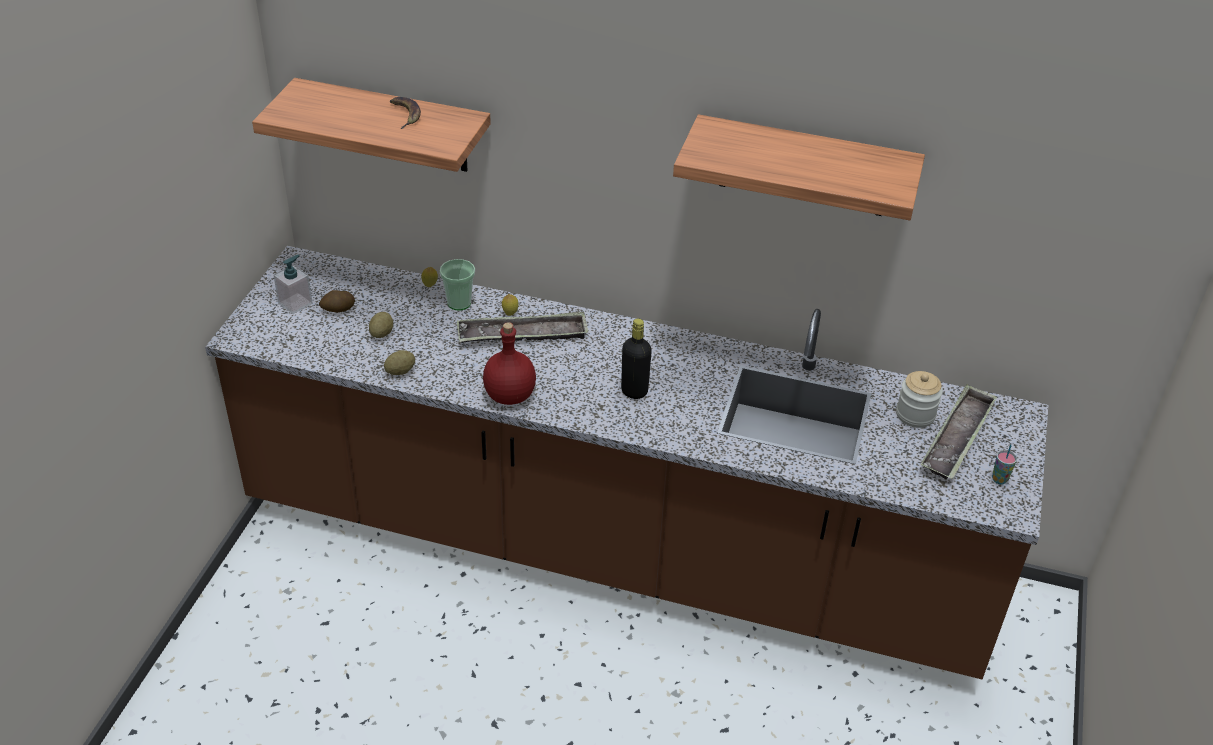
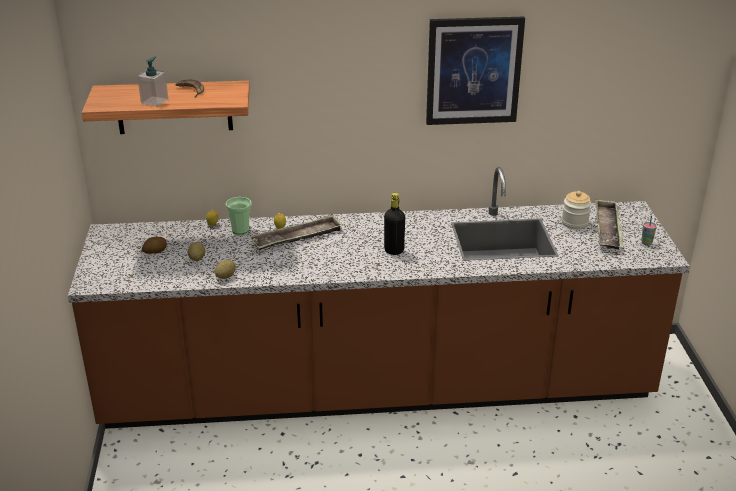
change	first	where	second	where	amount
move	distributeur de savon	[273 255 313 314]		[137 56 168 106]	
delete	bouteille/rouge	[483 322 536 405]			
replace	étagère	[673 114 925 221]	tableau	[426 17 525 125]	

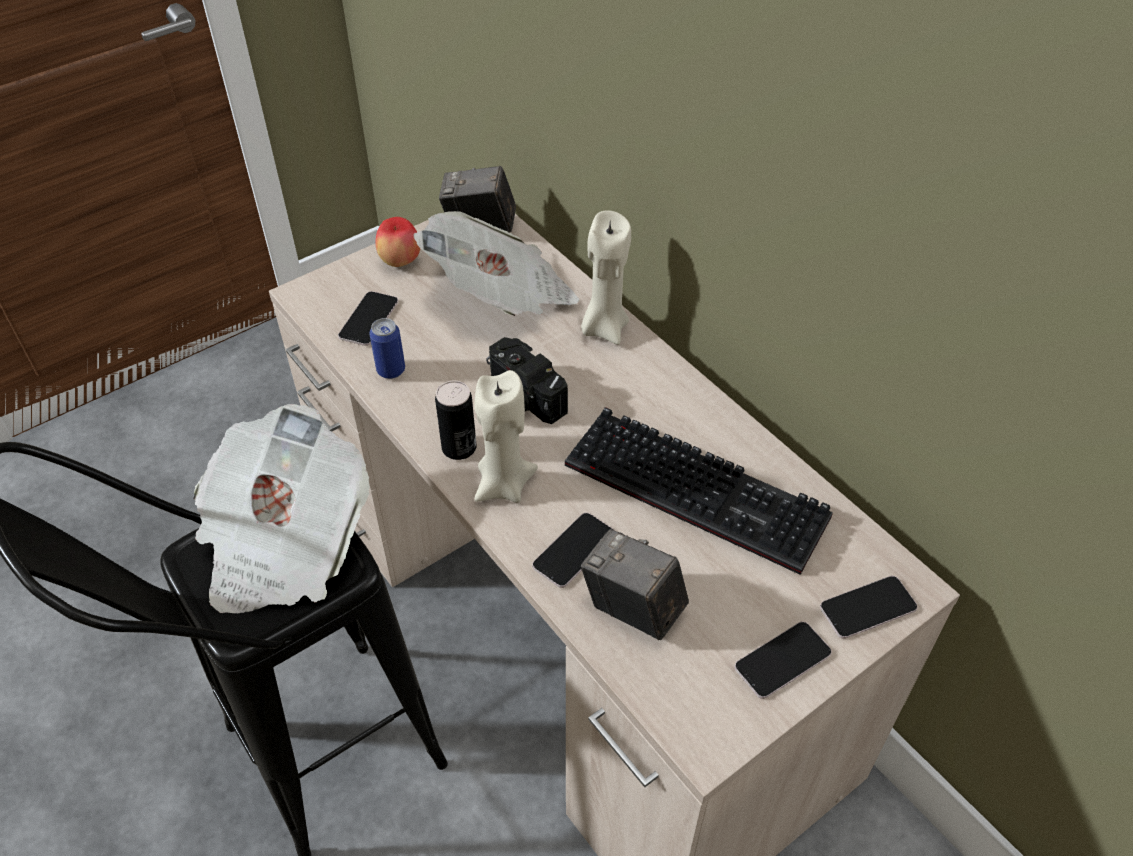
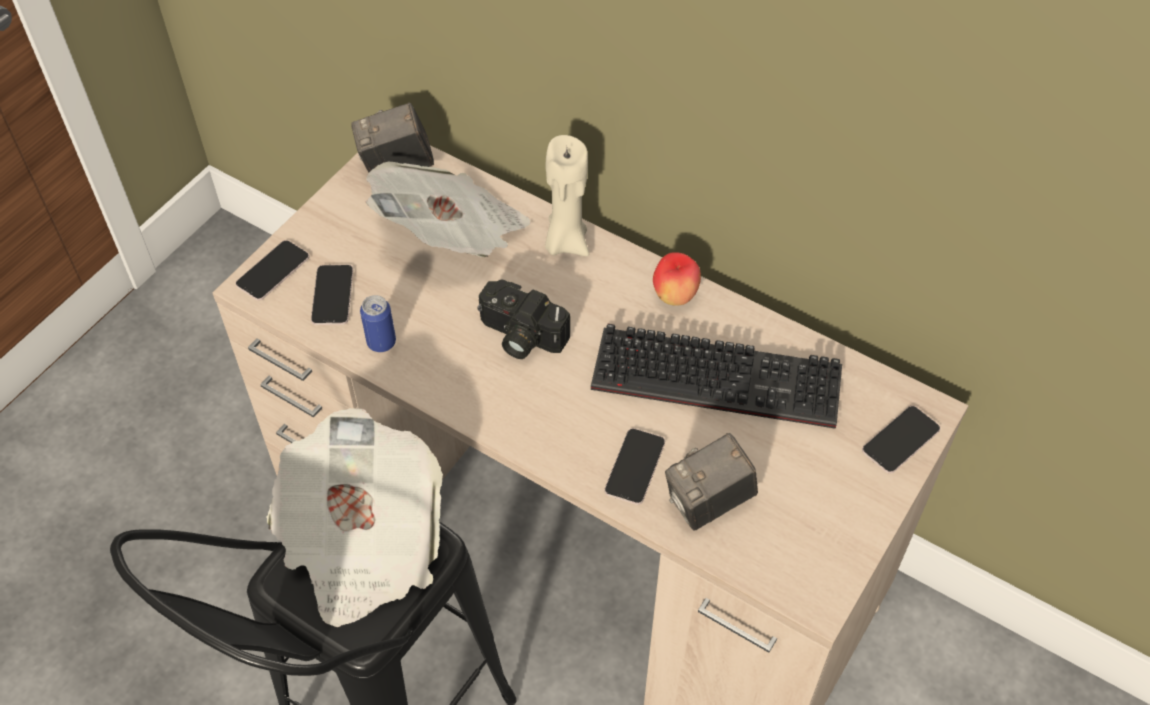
change	first	where	second	where	amount
move	pomme	[376 217 420 267]		[653 252 701 306]	
delete	boîte métallique	[435 381 477 460]			
delete	bougie/beige	[474 370 538 503]			
rotate	appareil photo	[581 529 689 640]		[665 433 758 531]	45 degrees counterclockwise
move	téléphone	[735 621 832 699]		[236 240 309 301]	

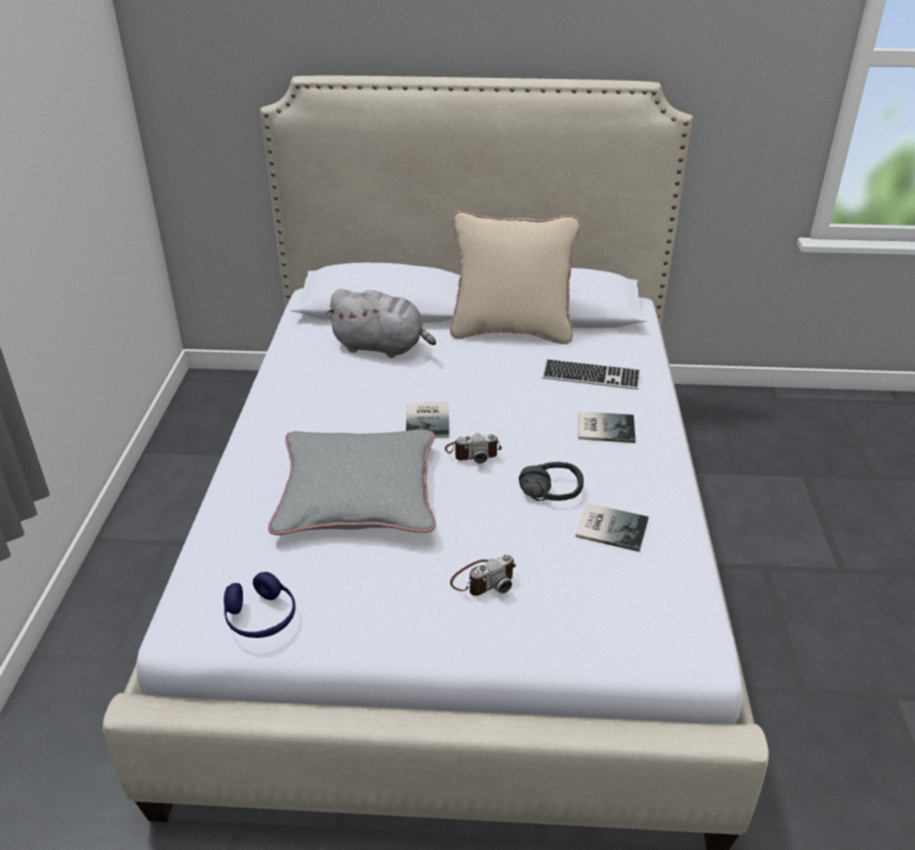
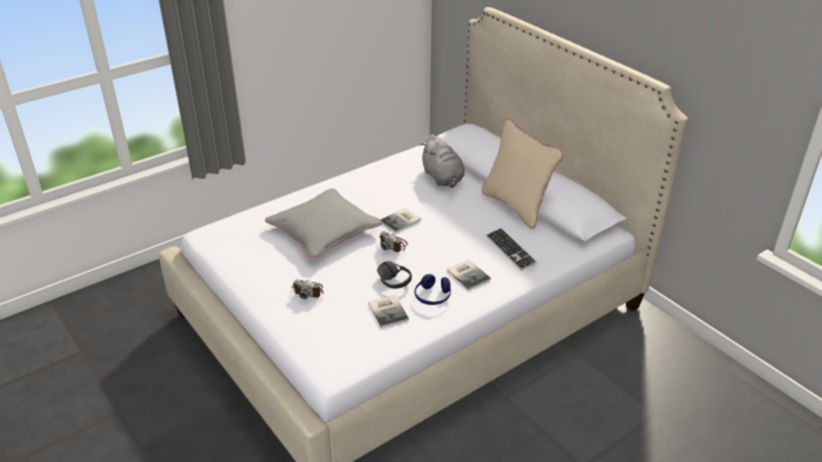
change	first	where	second	where	amount
move	casque audio/bleu	[224 572 295 638]		[415 274 451 305]	

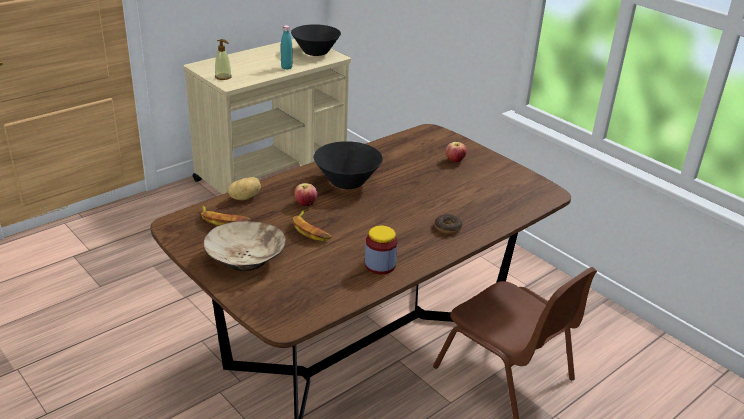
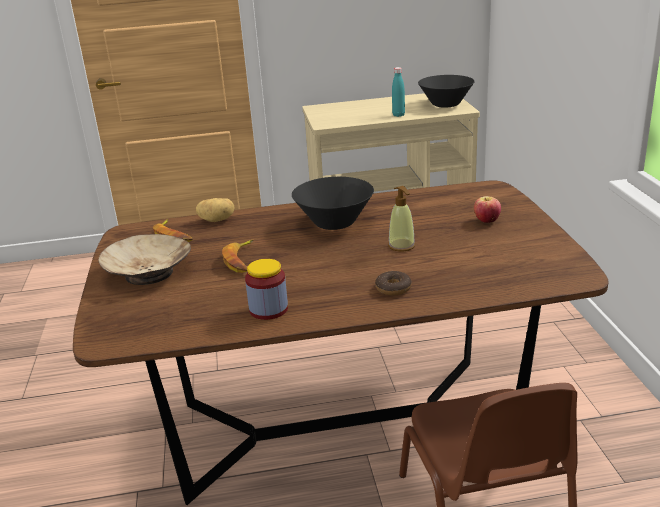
change	first	where	second	where	amount
move	distributeur de savon	[215 39 232 80]		[388 186 415 252]	
delete	pomme	[294 183 317 206]			

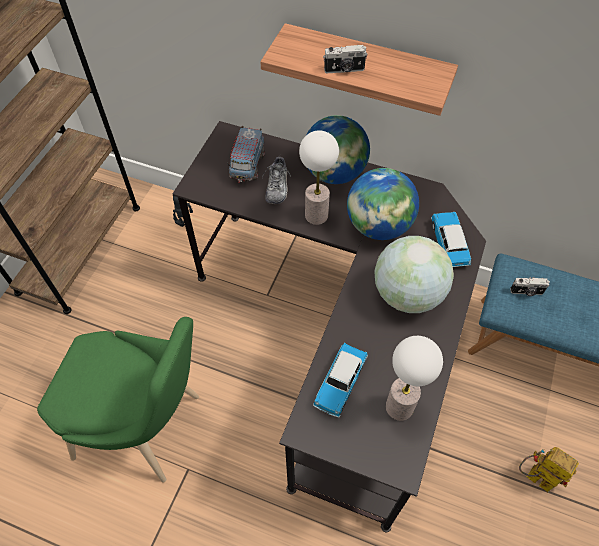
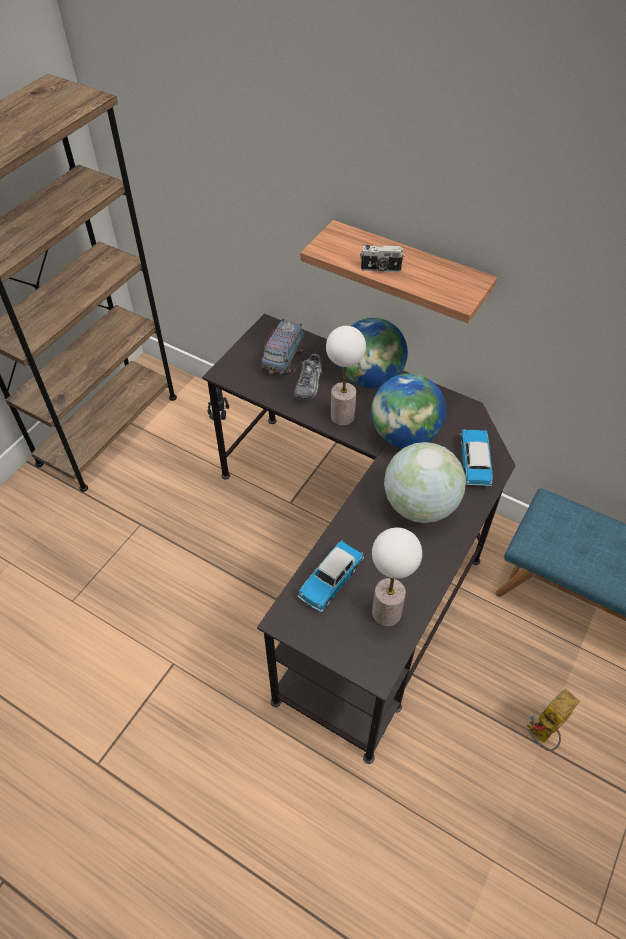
change	first	where	second	where	amount
delete	chaise/vert	[37 317 199 482]			
delete	appareil photo	[510 277 550 296]			
rotate	robot jouet	[519 447 579 492]		[527 688 580 751]	90 degrees counterclockwise

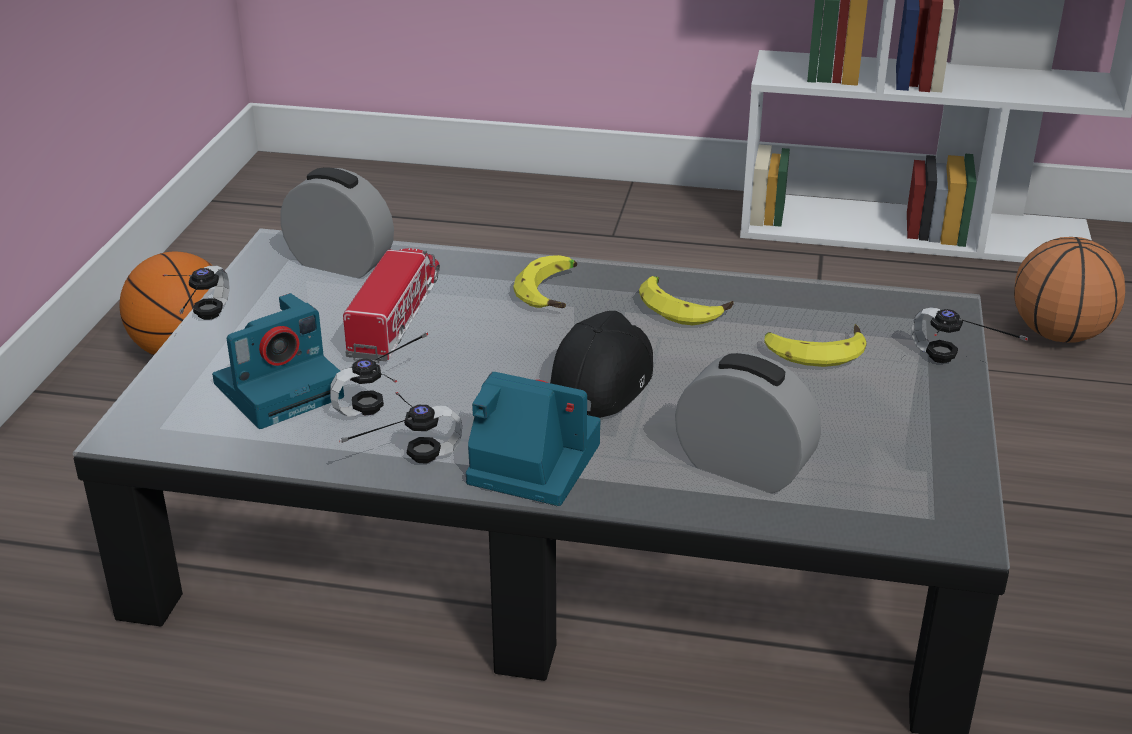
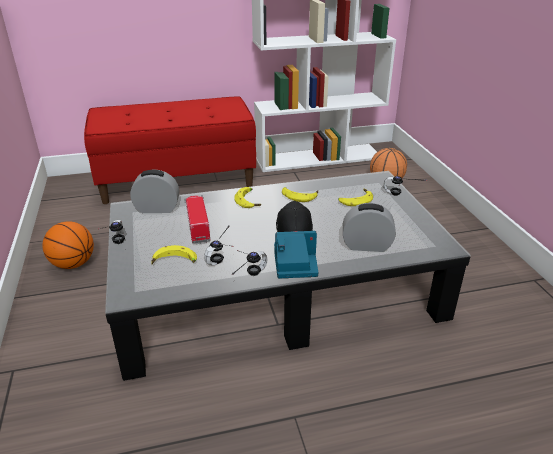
change	first	where	second	where	amount
replace	appareil photo	[212 293 344 429]	banane	[151 245 197 265]	
insert			banc/rouge	[84 96 256 204]	

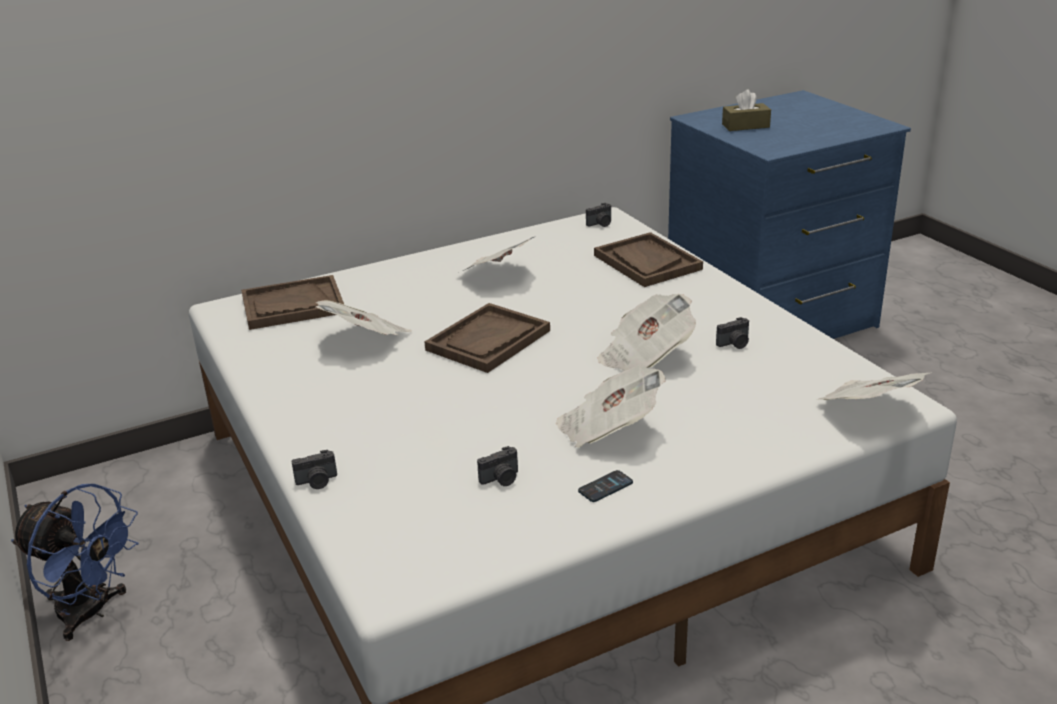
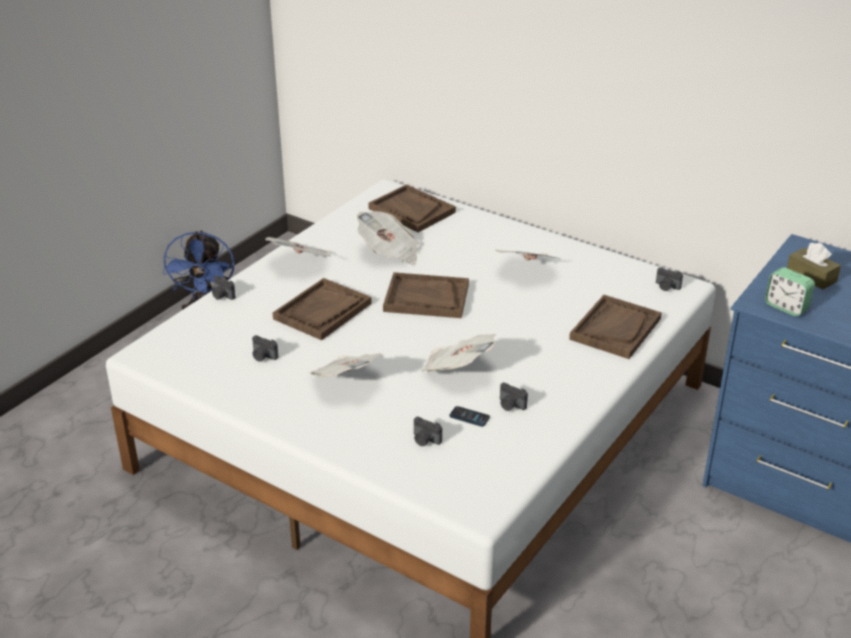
change	first	where	second	where	amount
move	téléphone	[578 470 633 502]		[450 406 490 427]	
move	journal	[819 373 930 400]		[265 237 332 257]	
insert			plateau/marron	[273 278 372 340]	
insert			appareil photo	[414 417 442 446]	
insert			réveil	[765 267 815 316]	

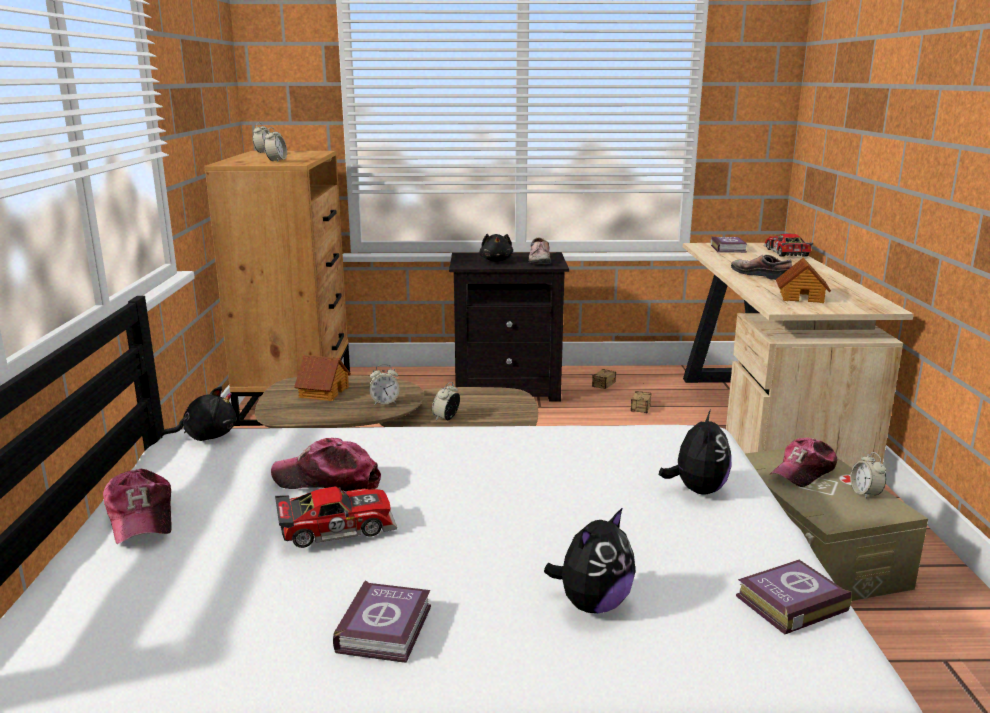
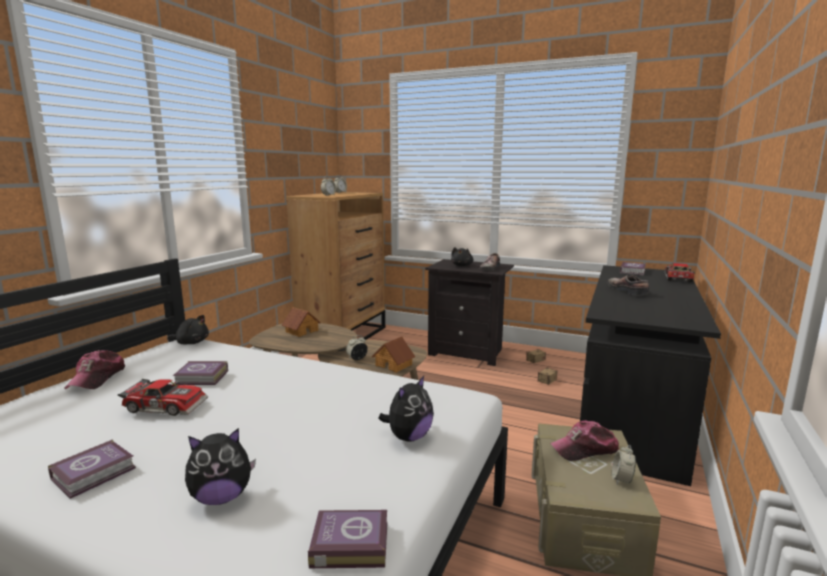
change	first	where	second	where	amount
replace	casquette	[271 438 381 492]	livre	[173 361 228 385]	
delete	réveil	[369 364 400 405]			
recolor	bureau/beige	[683 243 914 468]	bureau/noir	[580 265 721 486]	
move	maison miniature	[776 257 831 303]		[372 337 415 373]	

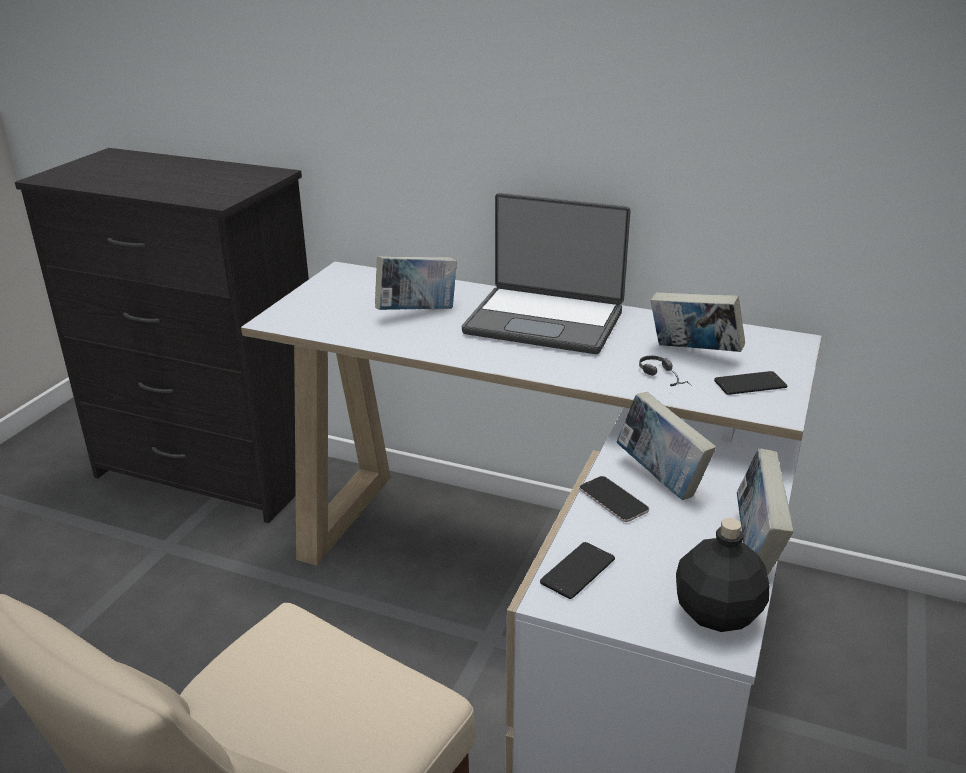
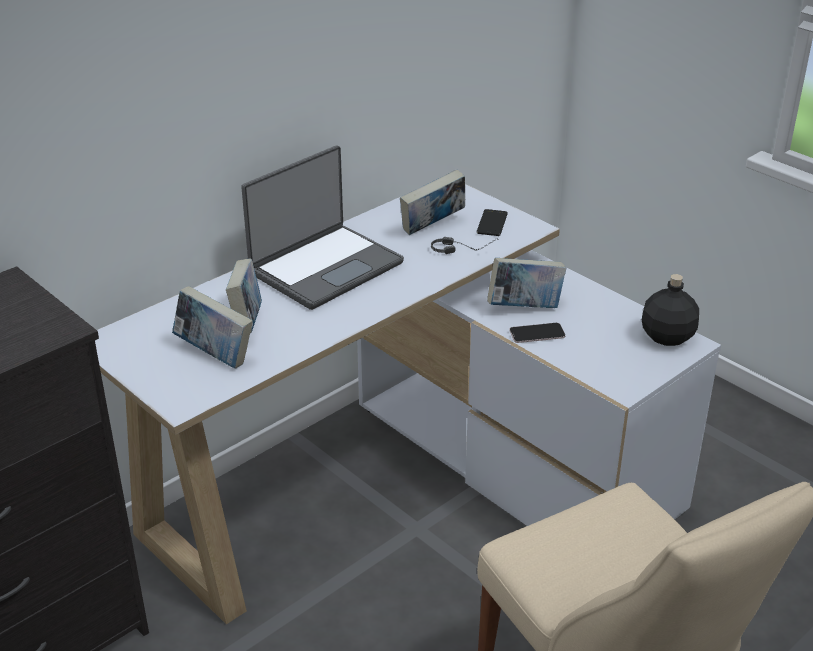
change	first	where	second	where	amount
delete	téléphone	[540 542 615 599]			
move	livre	[737 449 793 575]		[172 286 253 368]	

